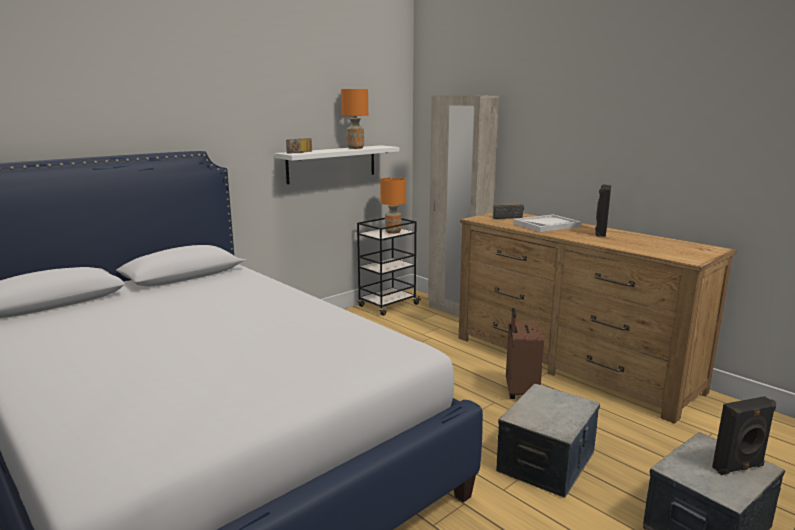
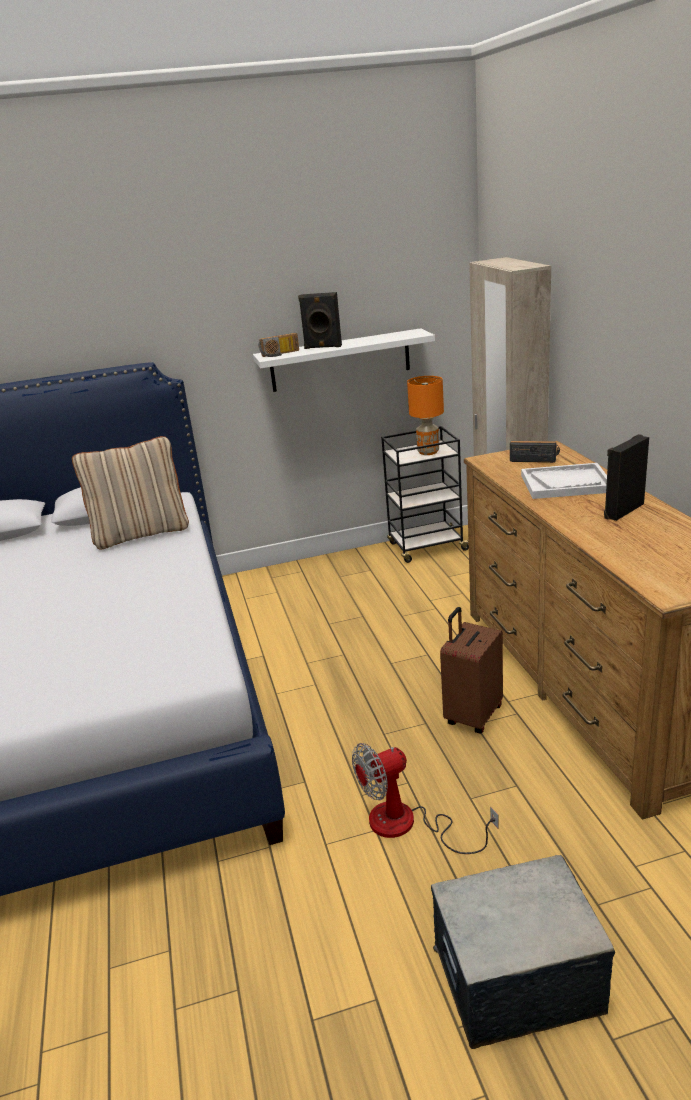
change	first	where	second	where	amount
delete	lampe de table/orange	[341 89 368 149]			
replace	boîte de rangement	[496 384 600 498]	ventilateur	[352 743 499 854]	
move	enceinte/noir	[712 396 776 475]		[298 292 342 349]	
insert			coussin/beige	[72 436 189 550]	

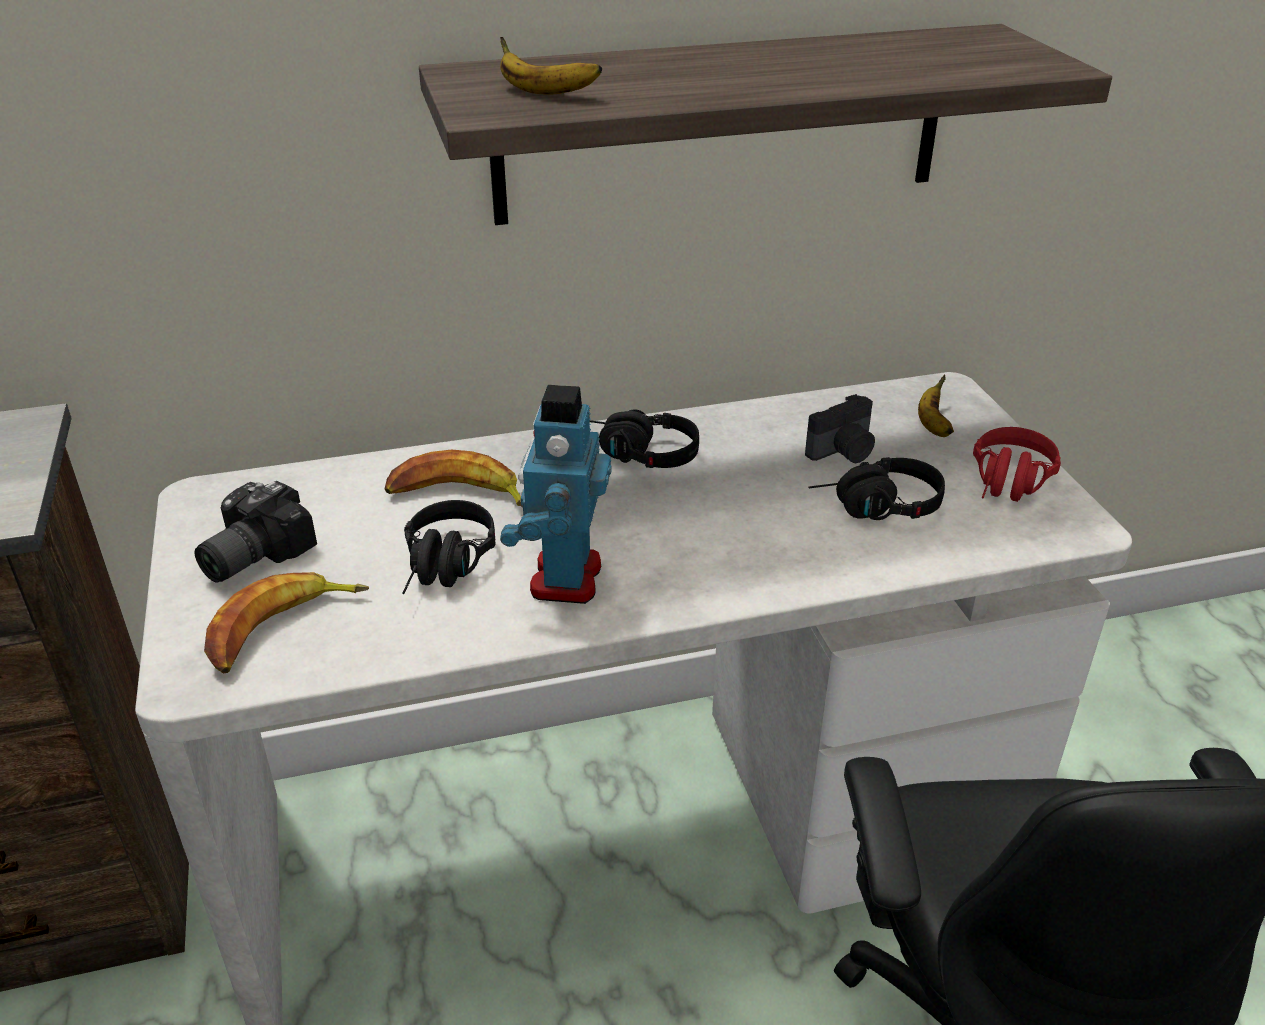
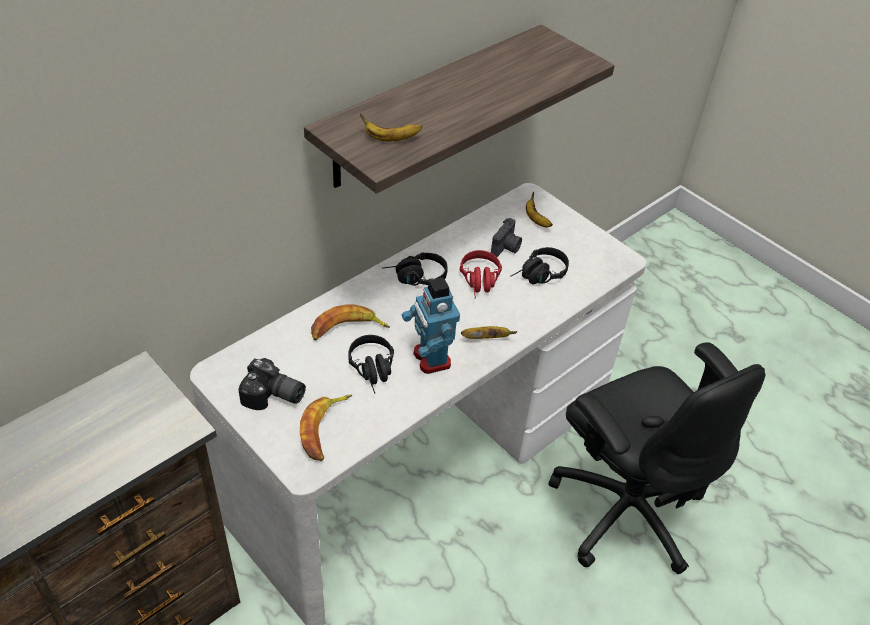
change	first	where	second	where	amount
rotate	appareil photo	[194 481 317 583]		[238 358 306 410]	75 degrees counterclockwise
move	casque audio/rouge	[973 427 1061 502]		[460 250 502 299]	
insert			banane	[461 326 517 339]	

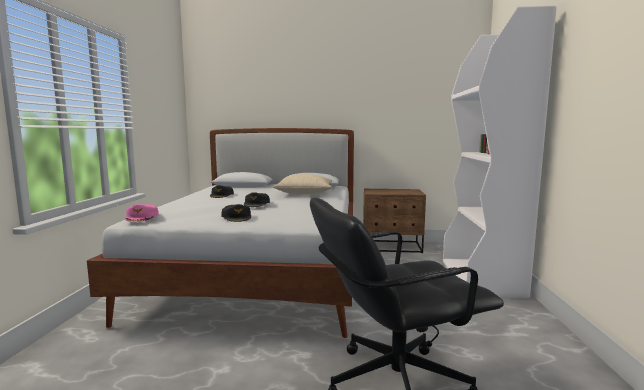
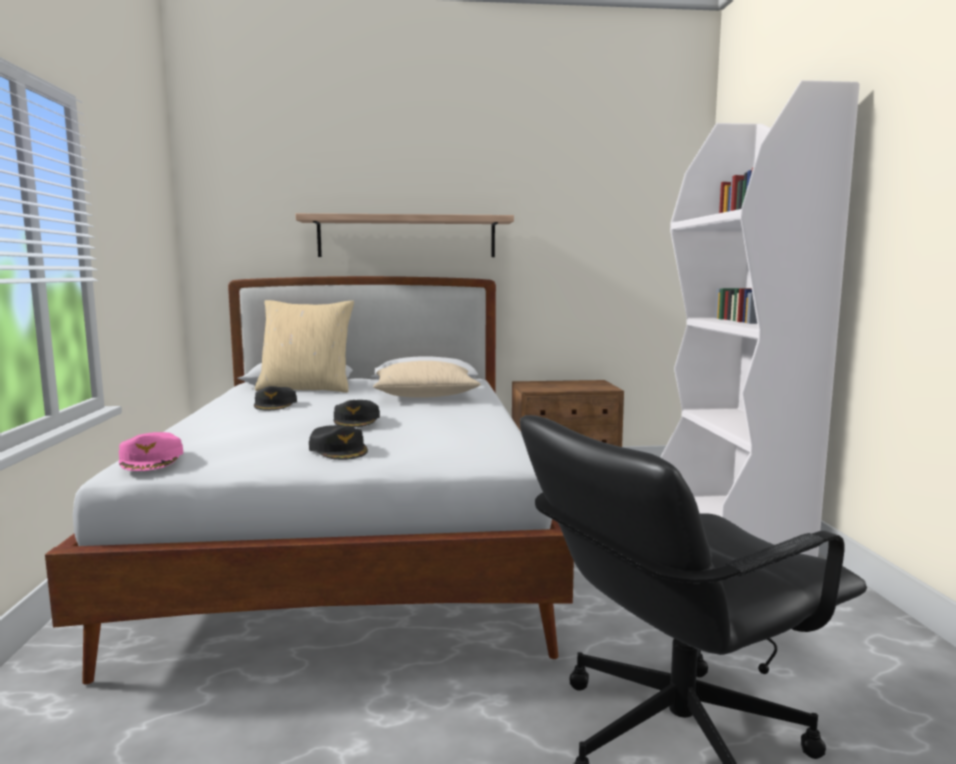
change	first	where	second	where	amount
insert			coussin/beige	[255 300 354 393]	
insert			étagère	[296 213 514 257]	

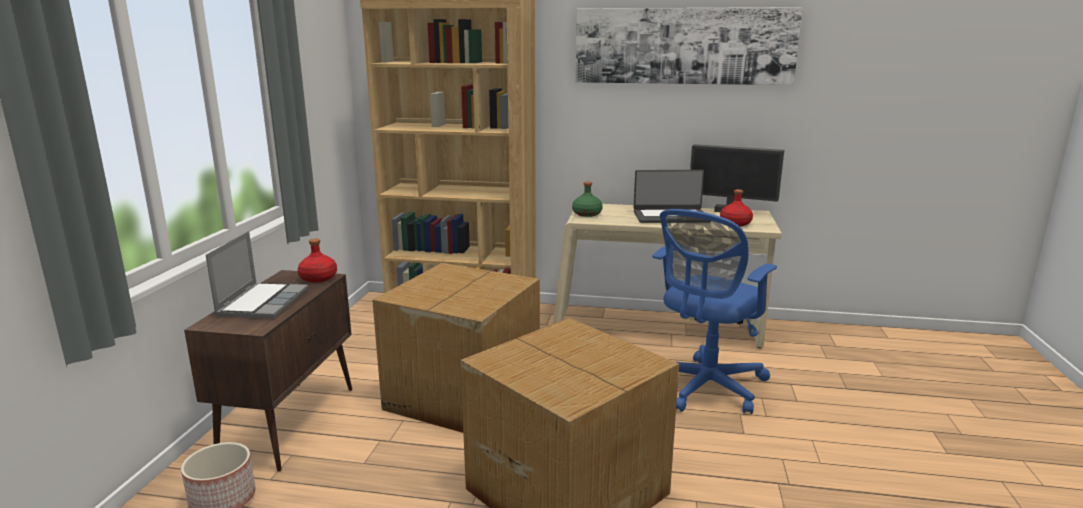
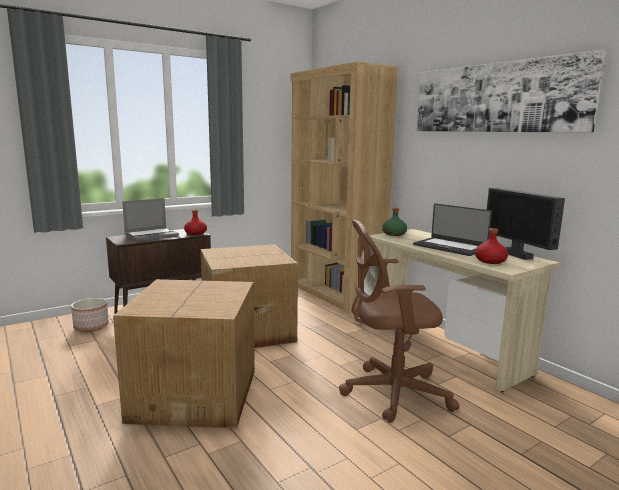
change	first	where	second	where	amount
recolor	chaise de bureau/bleu	[652 209 777 414]	chaise de bureau/marron	[339 220 459 423]	

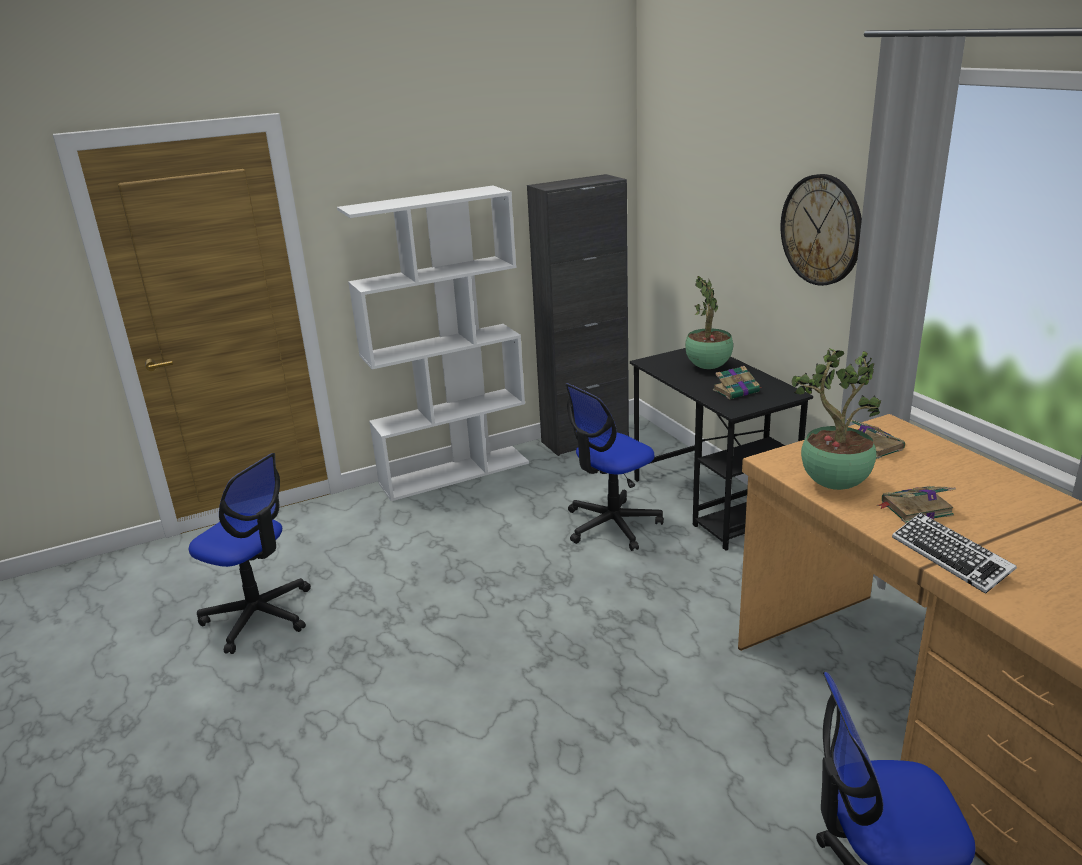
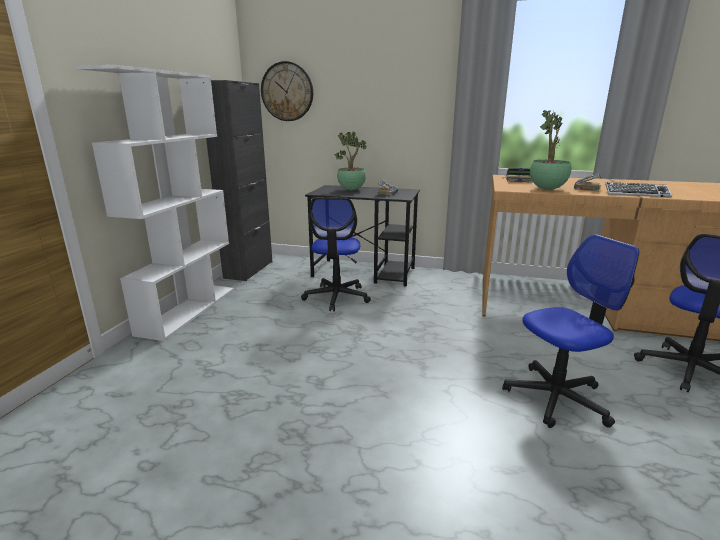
change	first	where	second	where	amount
move	chaise de bureau	[189 453 311 654]		[502 235 639 428]	
move	horloge murale	[781 174 862 286]		[261 61 313 121]	

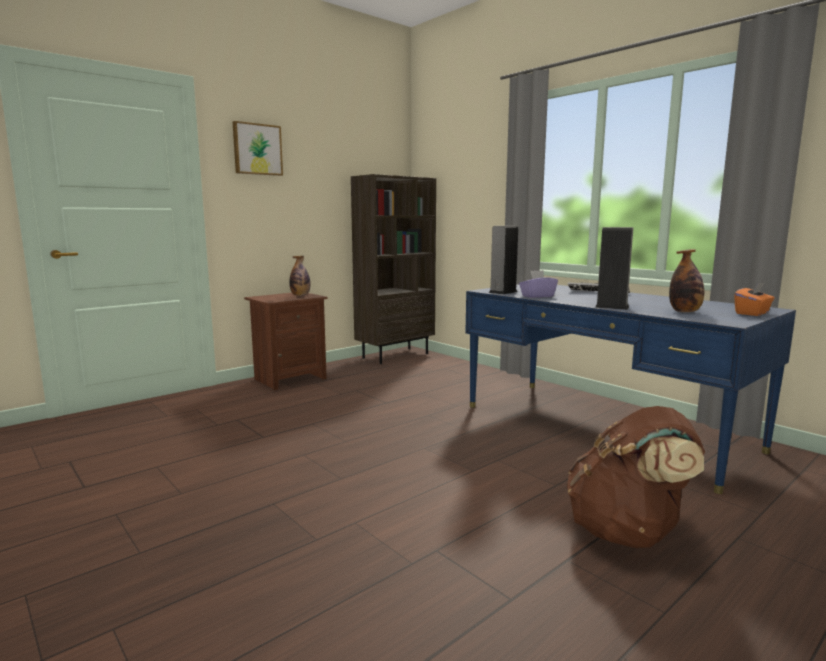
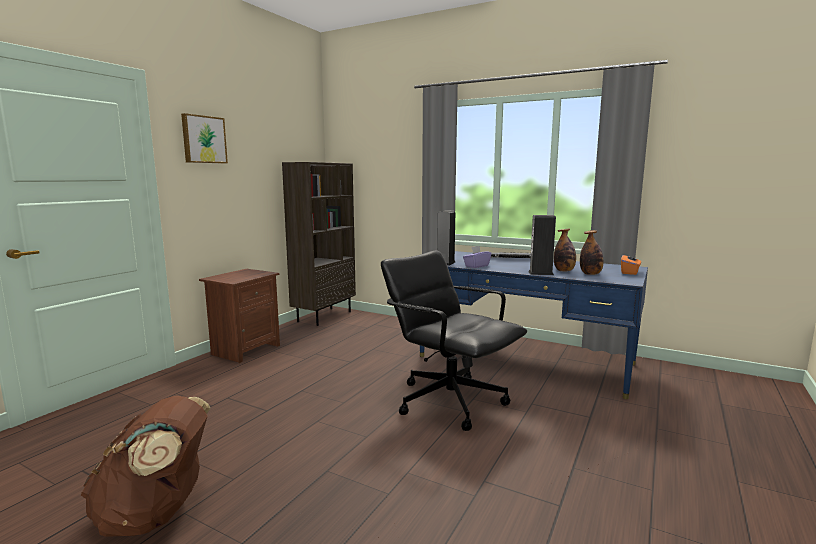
change	first	where	second	where	amount
move	bouteille	[290 256 310 296]		[554 229 576 271]	
move	sac à dos/marron	[567 406 705 548]		[80 396 211 537]	
insert			chaise de bureau/noir	[381 250 527 431]	

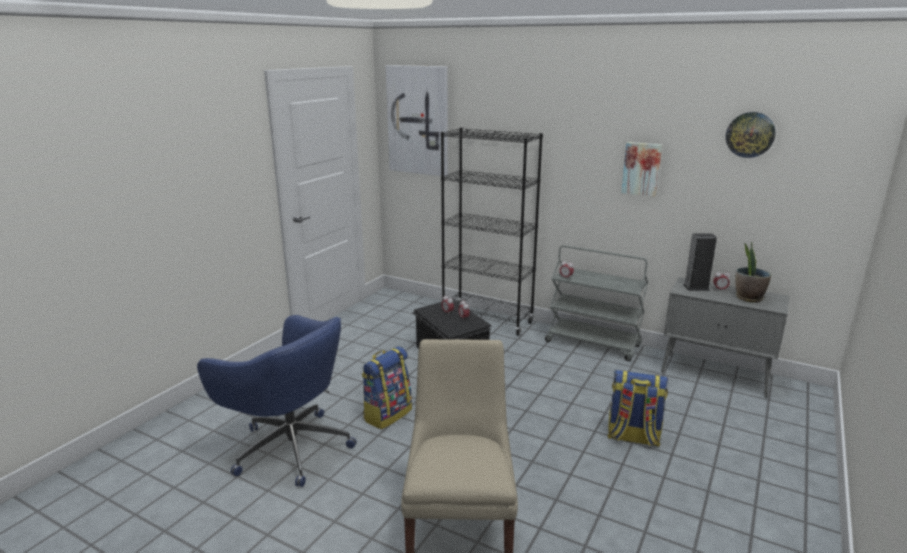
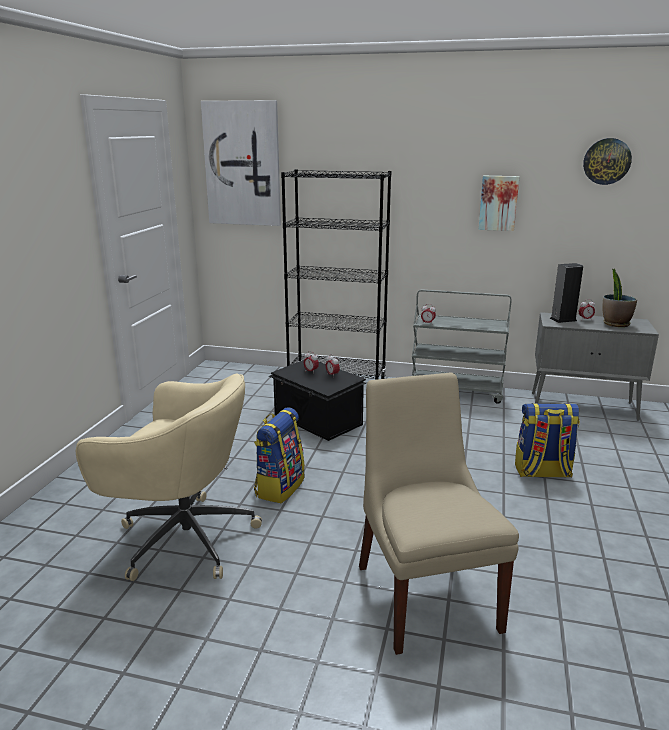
change	first	where	second	where	amount
recolor	chaise de bureau/bleu	[197 315 357 487]	chaise de bureau/beige	[76 374 262 581]	

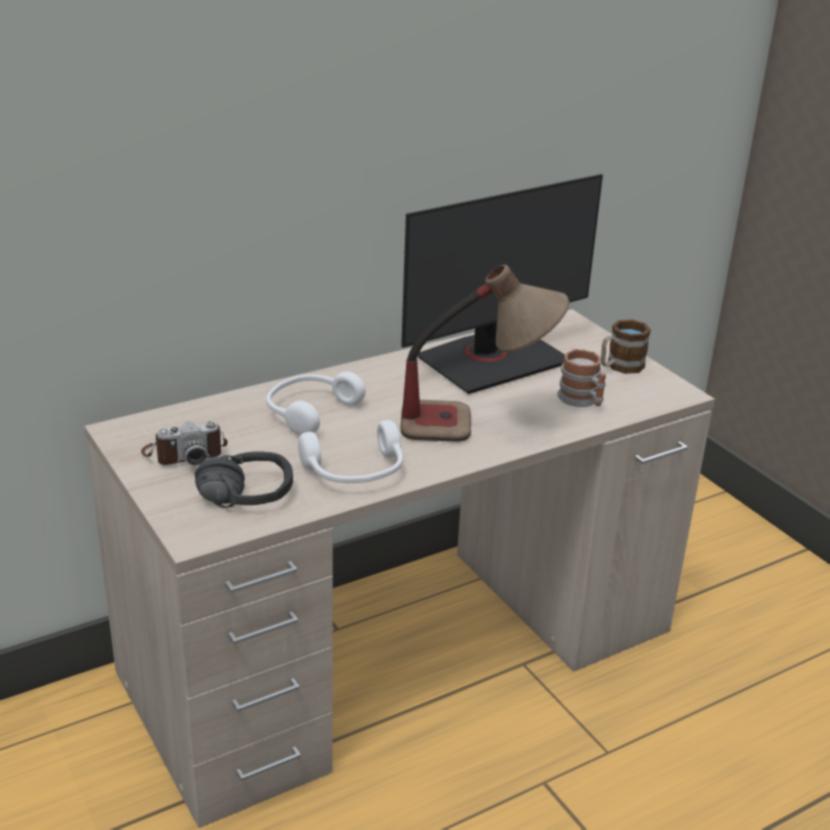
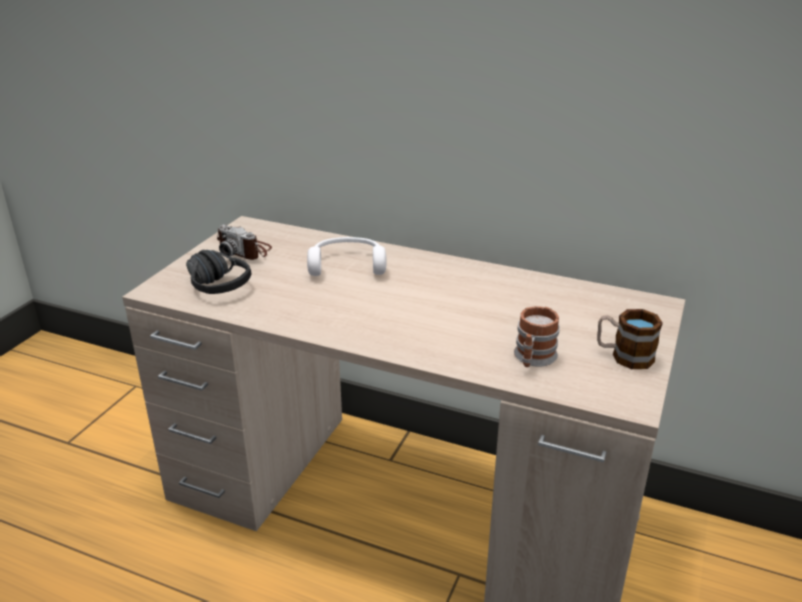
change	first	where	second	where	amount
delete	casque audio/blanc	[298 420 403 483]			
delete	lampe de table	[400 265 569 442]			
delete	écran d'ordinateur	[401 174 603 394]			

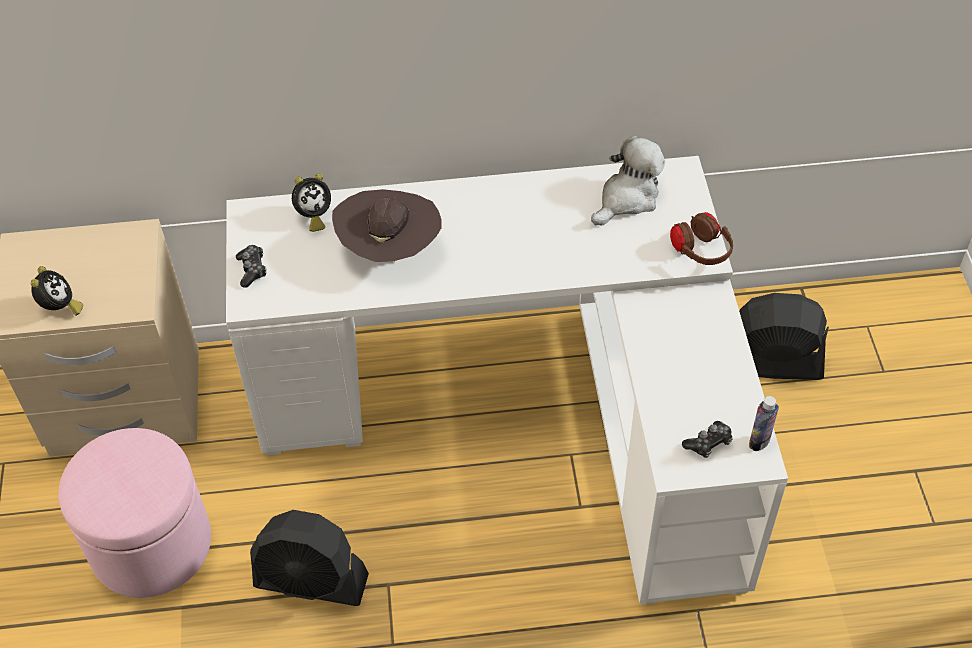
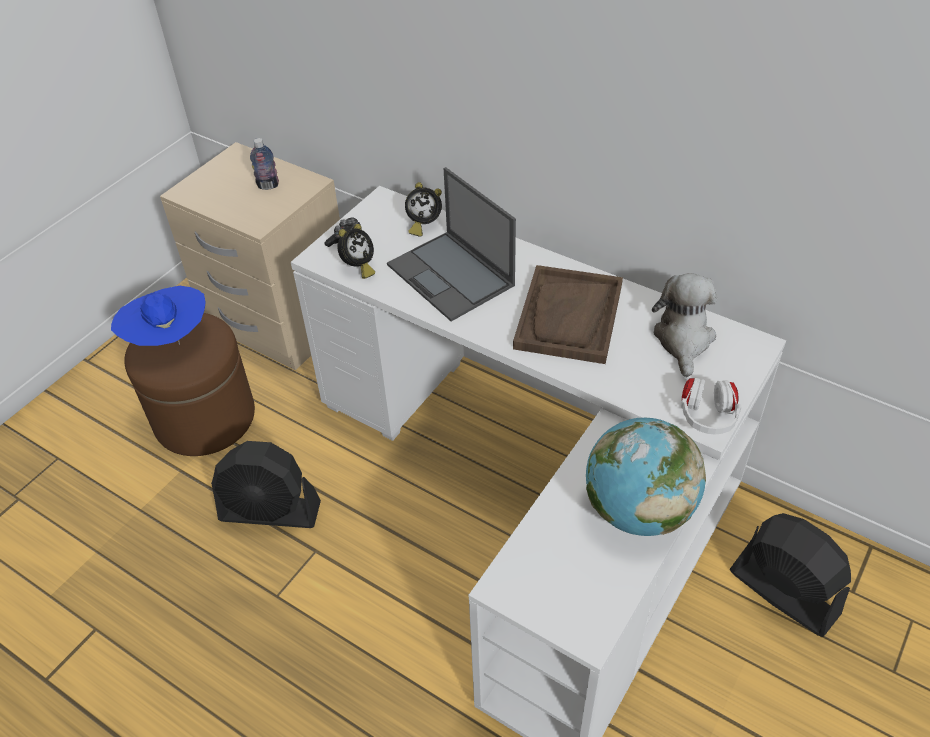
change	first	where	second	where	amount
move	réveil	[31 266 83 316]		[337 224 375 279]	
recolor	pouf/rose	[58 428 211 598]	pouf/marron	[124 313 255 456]	
rotate	ventilateur/noir	[250 510 369 606]		[211 441 321 528]	45 degrees counterclockwise
replace	chapeau/marron	[332 189 442 263]	ordinateur portable	[387 167 516 321]	
rotate	peluche	[591 136 665 225]		[652 273 717 377]	75 degrees counterclockwise
recolor	casque audio/marron	[670 212 733 265]	casque audio/blanc	[681 378 741 435]	
delete	manette	[682 421 733 458]			
move	bouteille	[749 396 779 451]		[250 138 279 190]	
insert			chapeau/bleu	[111 286 206 346]	
insert			plateau/marron	[513 265 623 364]	
insert			globe	[586 418 706 536]	

